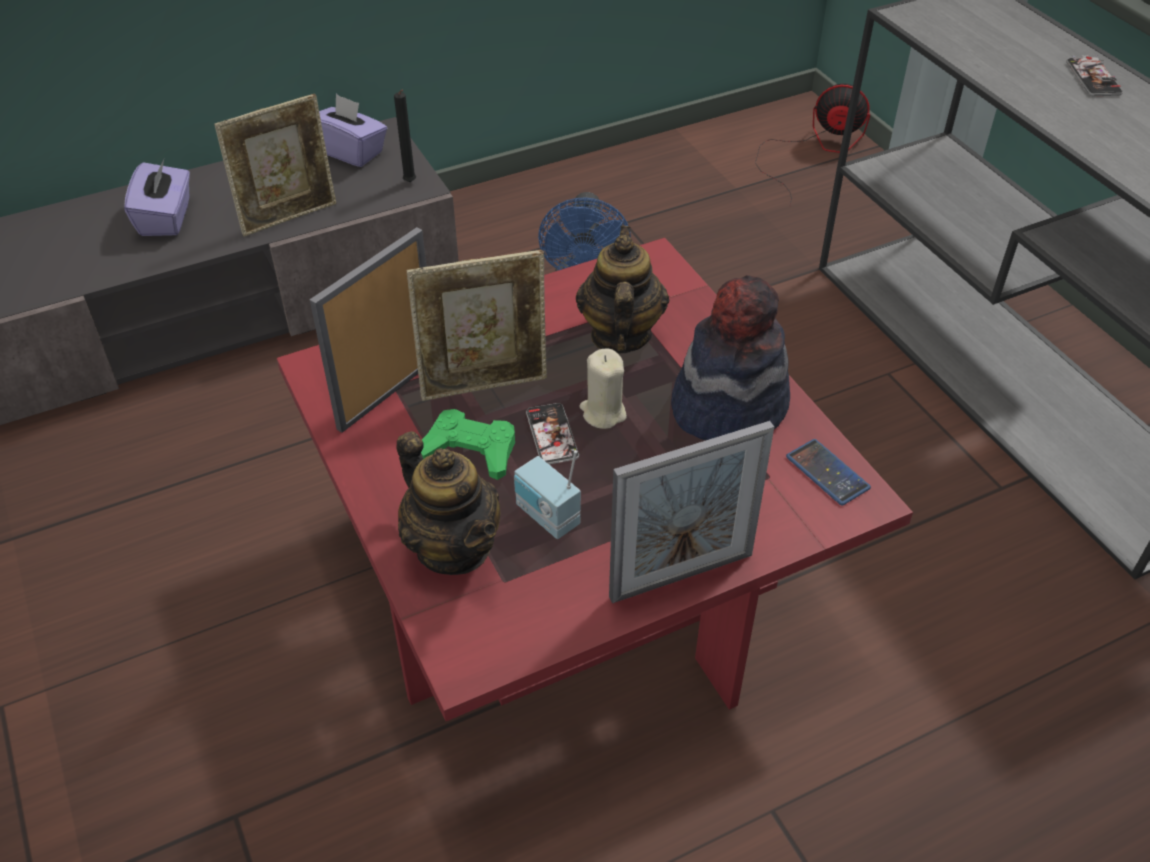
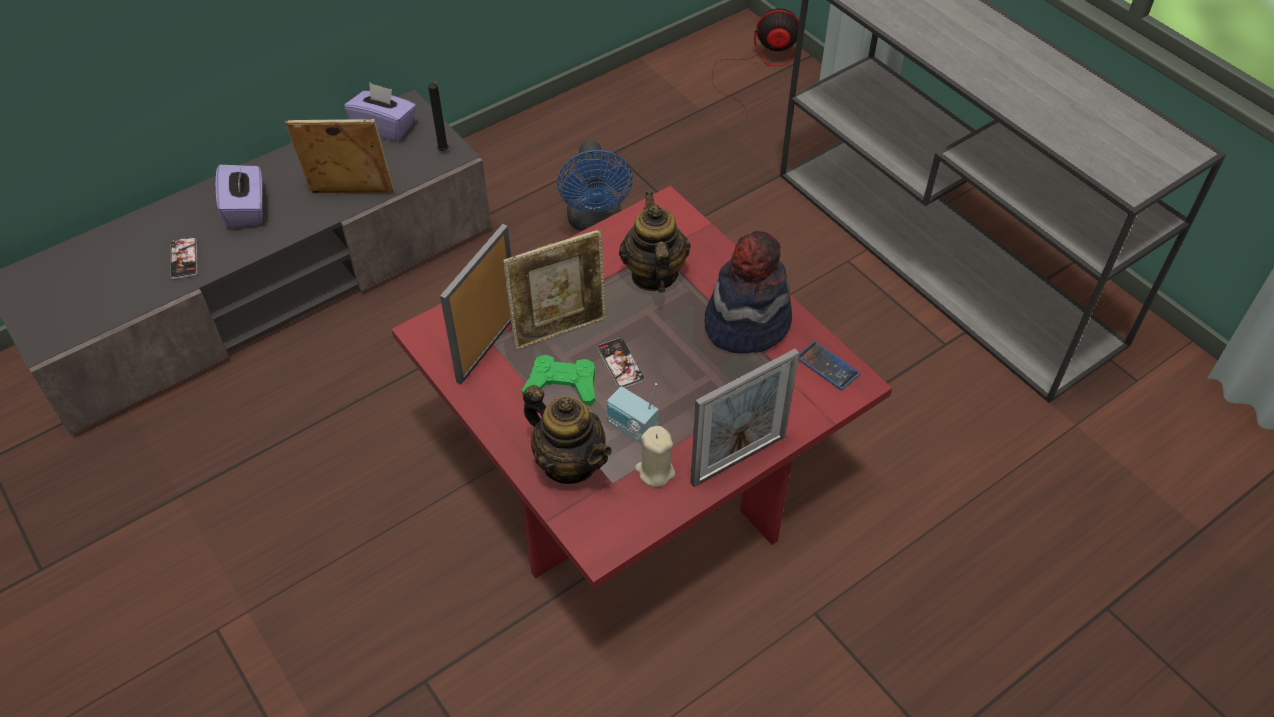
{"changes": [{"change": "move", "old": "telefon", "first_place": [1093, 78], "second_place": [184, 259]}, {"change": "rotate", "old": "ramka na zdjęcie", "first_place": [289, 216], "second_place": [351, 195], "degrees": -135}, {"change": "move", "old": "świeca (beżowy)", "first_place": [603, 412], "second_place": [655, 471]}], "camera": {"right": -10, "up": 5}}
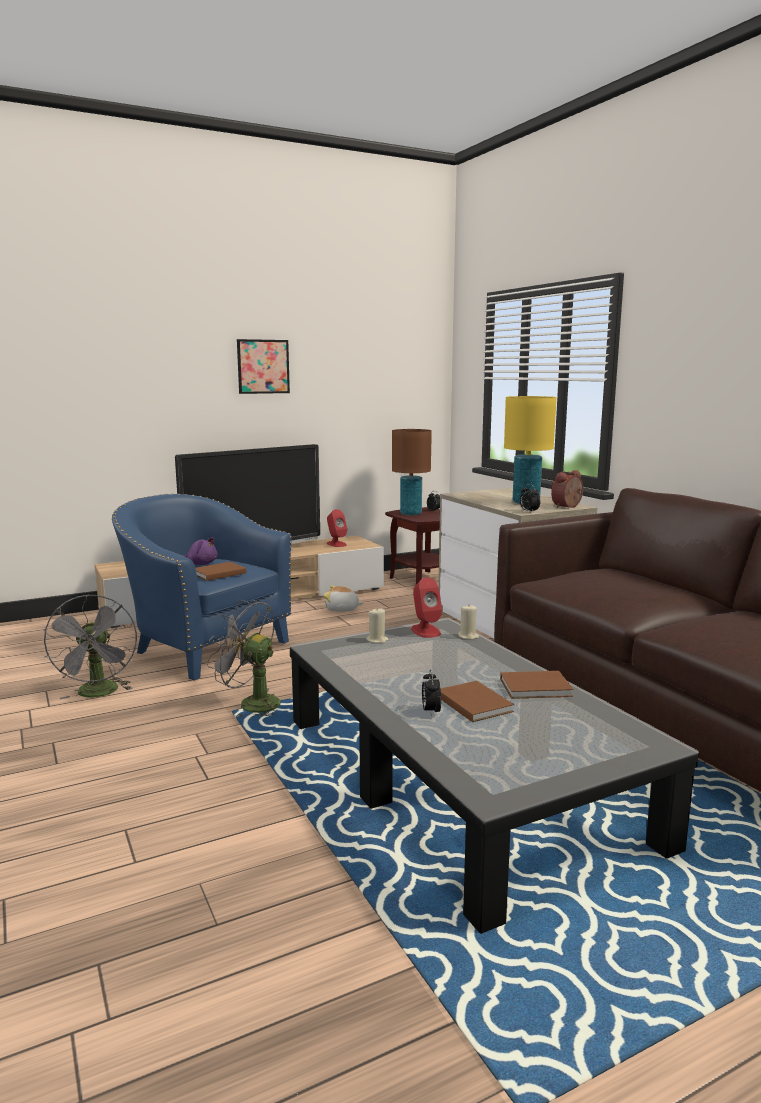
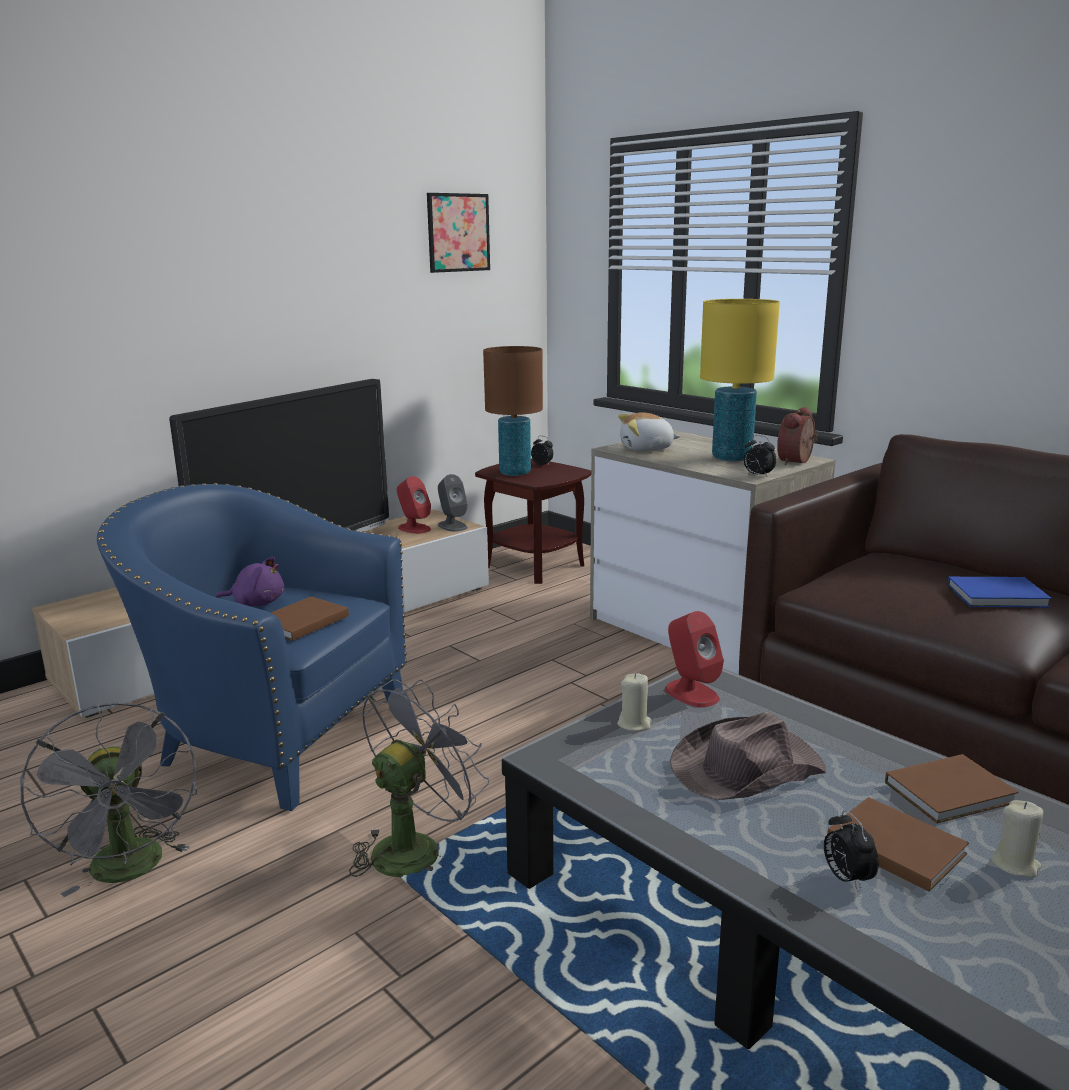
{"changes": [{"change": "move", "old": "obraz", "first_place": [263, 366], "second_place": [458, 232]}, {"change": "move", "old": "pluszak", "first_place": [342, 609], "second_place": [646, 449]}, {"change": "rotate", "old": "wentylator (szary)", "first_place": [251, 704], "second_place": [415, 847], "degrees": 120}, {"change": "move", "old": "świeca (beżowy)", "first_place": [468, 636], "second_place": [1015, 864]}, {"change": "insert", "new": "głośnik (szary)", "second_place": [452, 526]}, {"change": "insert", "new": "książka (niebieski)", "second_place": [999, 596]}, {"change": "insert", "new": "kapelusz (brązowy)", "second_place": [745, 769]}], "camera": {"right": -15, "up": 5}}
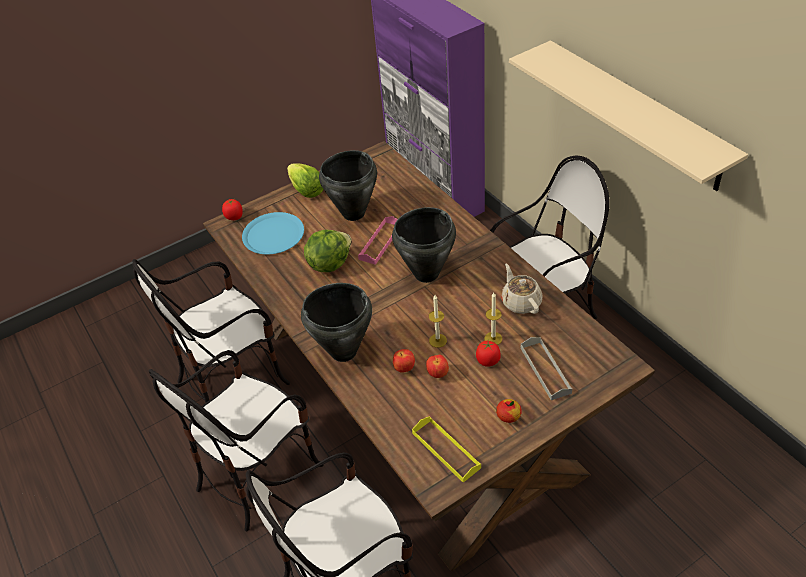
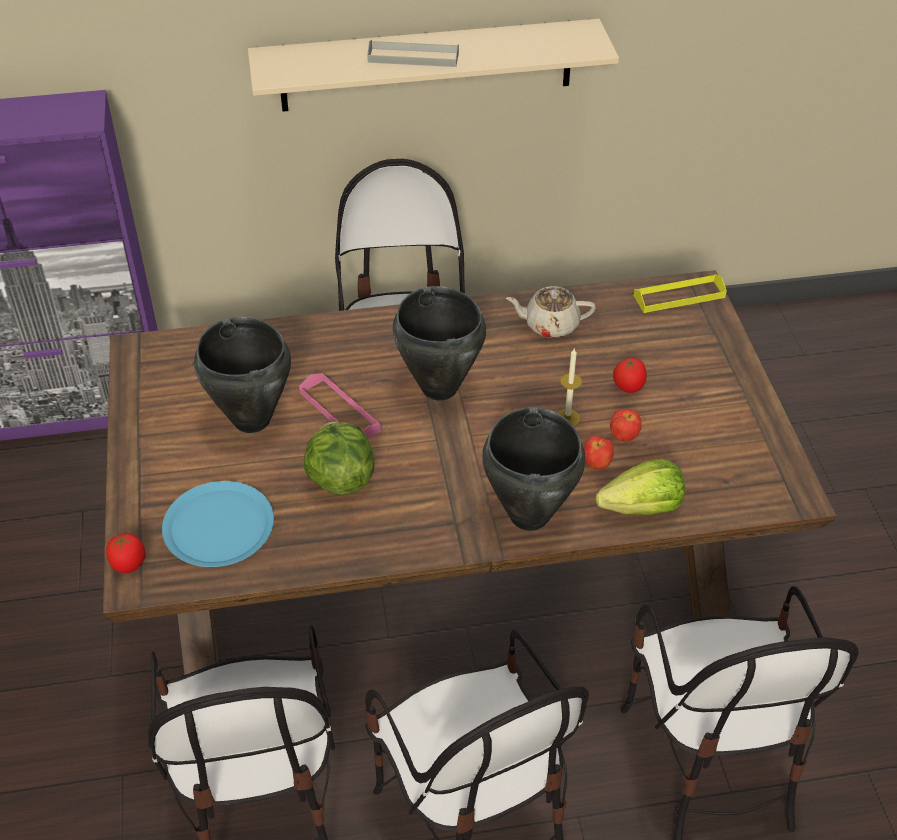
{"changes": [{"change": "move", "old": "sałata", "first_place": [306, 190], "second_place": [642, 508]}, {"change": "delete", "old": "świeca", "first_place": [493, 338]}, {"change": "move", "old": "taca (szary)", "first_place": [545, 370], "second_place": [413, 57]}, {"change": "delete", "old": "jabłko", "first_place": [508, 416]}, {"change": "move", "old": "taca (żółty)", "first_place": [446, 450], "second_place": [679, 296]}], "camera": {"right": -70, "up": 0}}
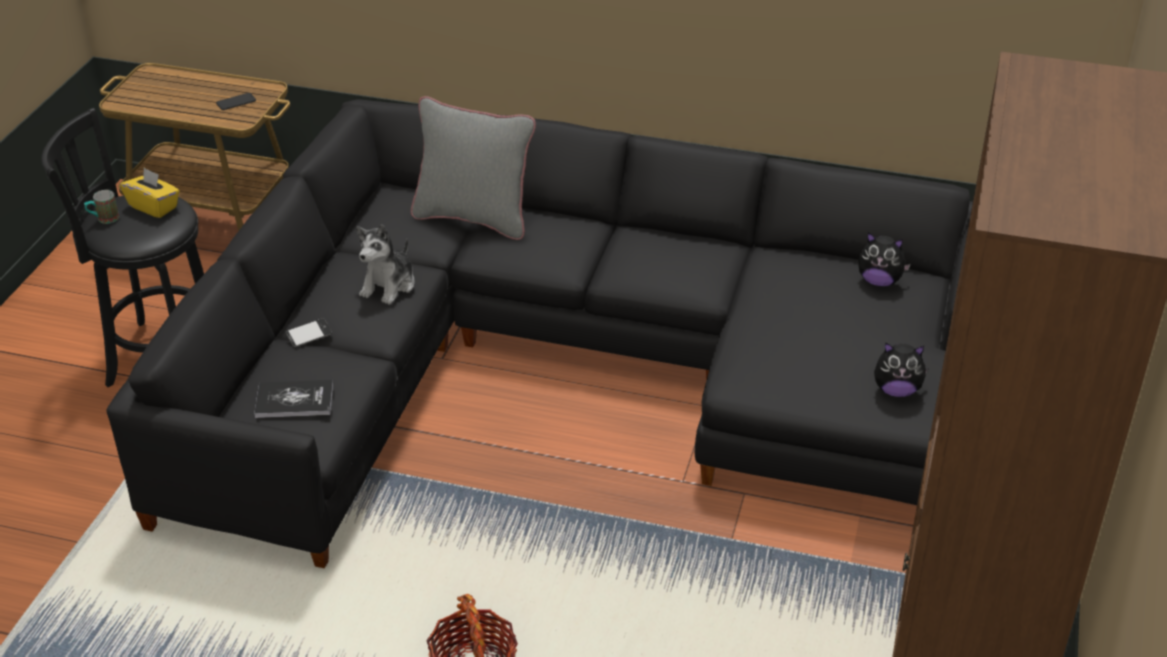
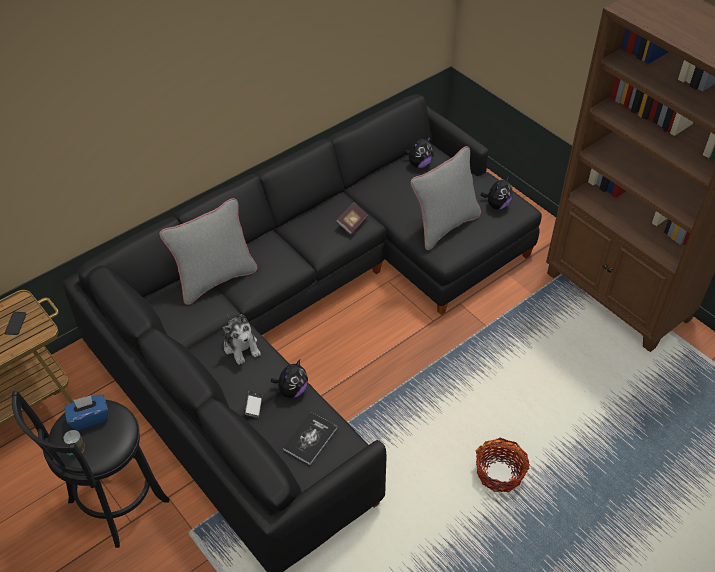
{"changes": [{"change": "recolor", "old": "pudełko chusteczek (żółty)", "new": "pudełko chusteczek (niebieski)", "first_place": [154, 207], "second_place": [89, 418]}, {"change": "insert", "new": "poduszka (szary)", "second_place": [444, 226]}, {"change": "insert", "new": "książka", "second_place": [352, 223]}, {"change": "insert", "new": "pluszak", "second_place": [292, 390]}], "camera": {"right": -55, "up": 10}}
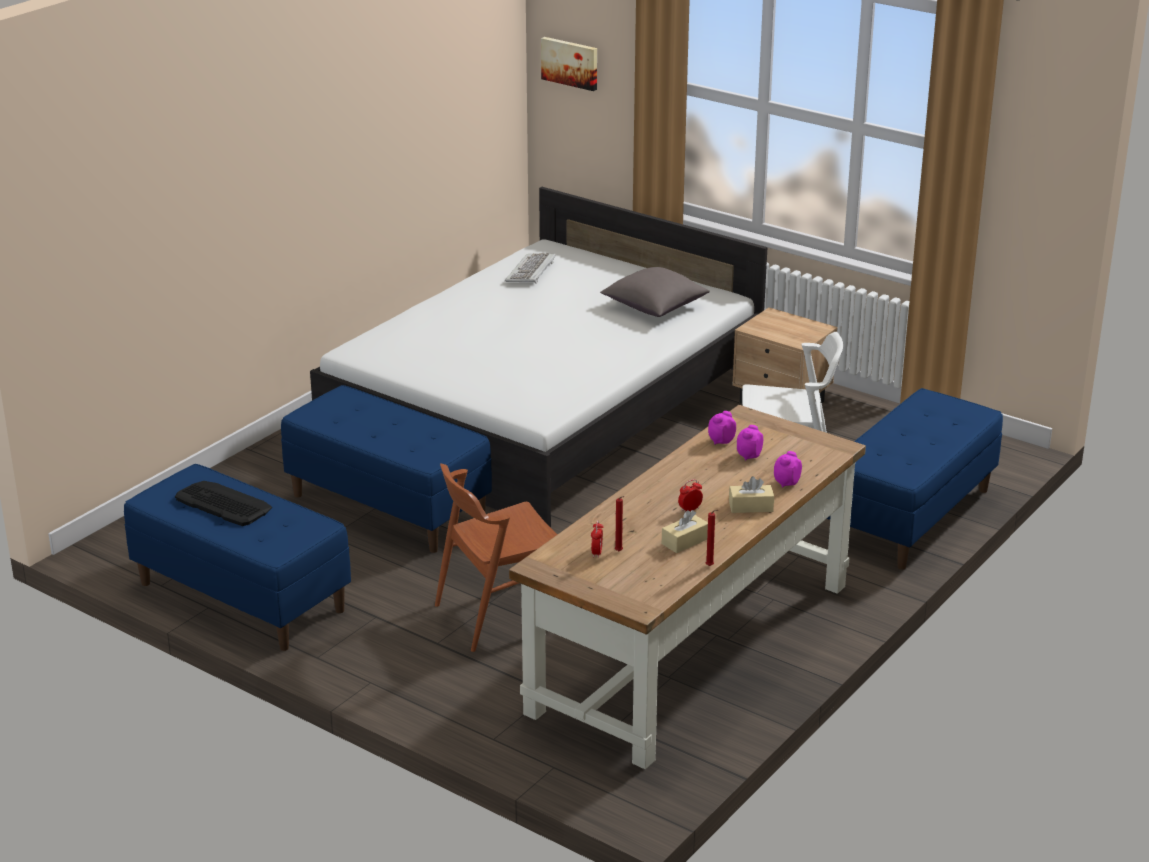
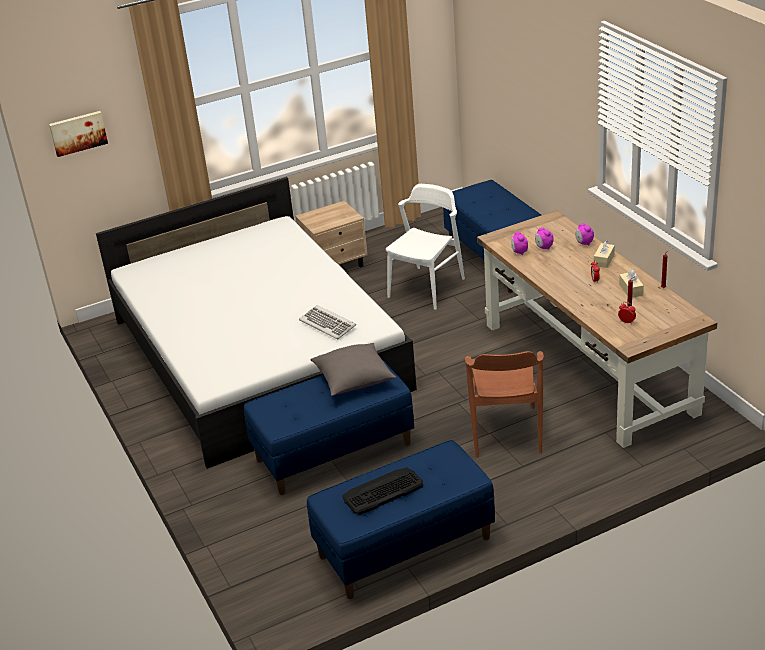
{"changes": [{"change": "move", "old": "klawiatura", "first_place": [531, 271], "second_place": [328, 324]}, {"change": "move", "old": "poduszka (szary)", "first_place": [654, 307], "second_place": [354, 380]}], "camera": {"right": -60, "up": 5}}
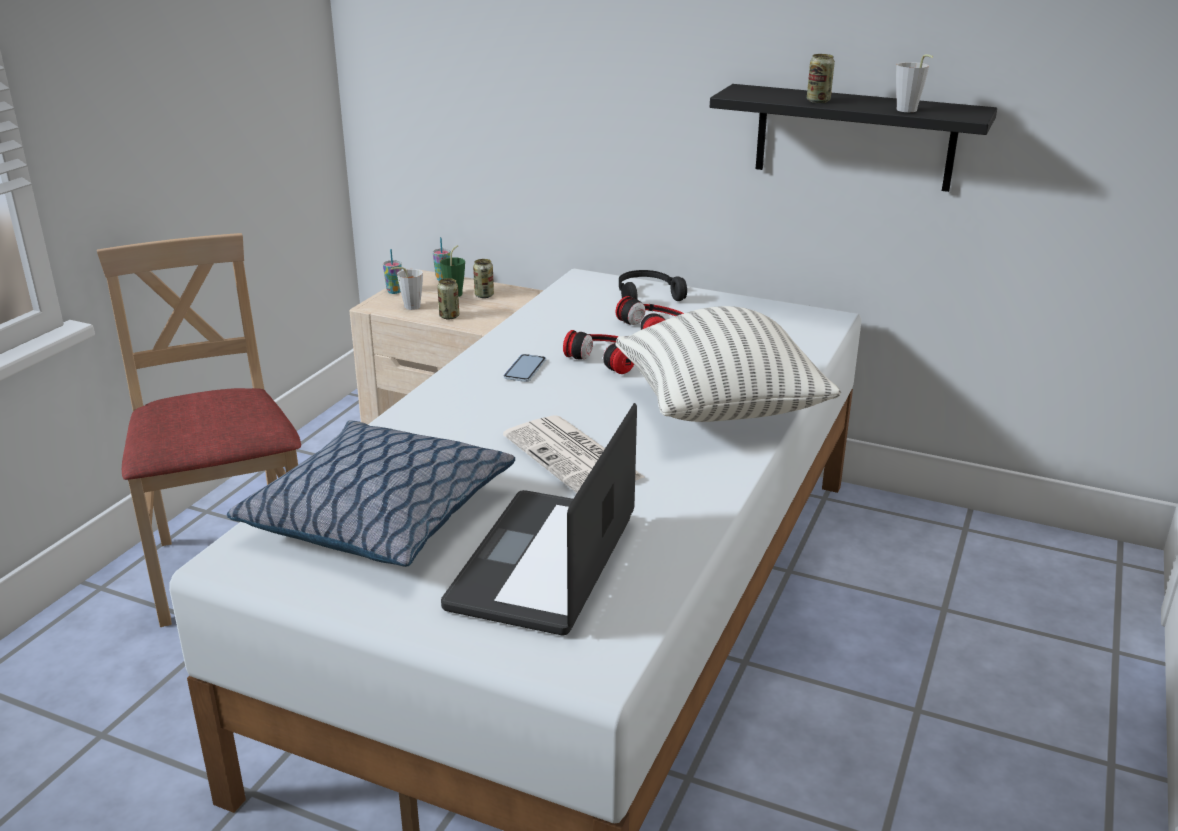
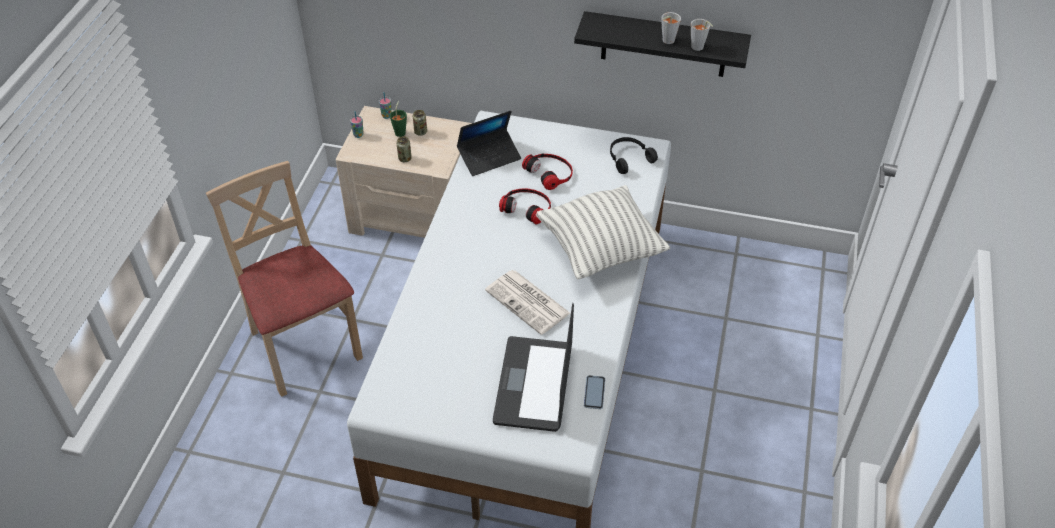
{"changes": [{"change": "delete", "old": "puszka", "first_place": [818, 101]}, {"change": "move", "old": "filiżanka (szary)", "first_place": [408, 307], "second_place": [666, 41]}, {"change": "move", "old": "słuchawki (czarny)", "first_place": [646, 296], "second_place": [629, 158]}, {"change": "move", "old": "telefon", "first_place": [525, 369], "second_place": [594, 393]}, {"change": "delete", "old": "poduszka", "first_place": [378, 515]}, {"change": "insert", "new": "laptop", "second_place": [489, 157]}], "camera": {"right": -10, "up": 20}}
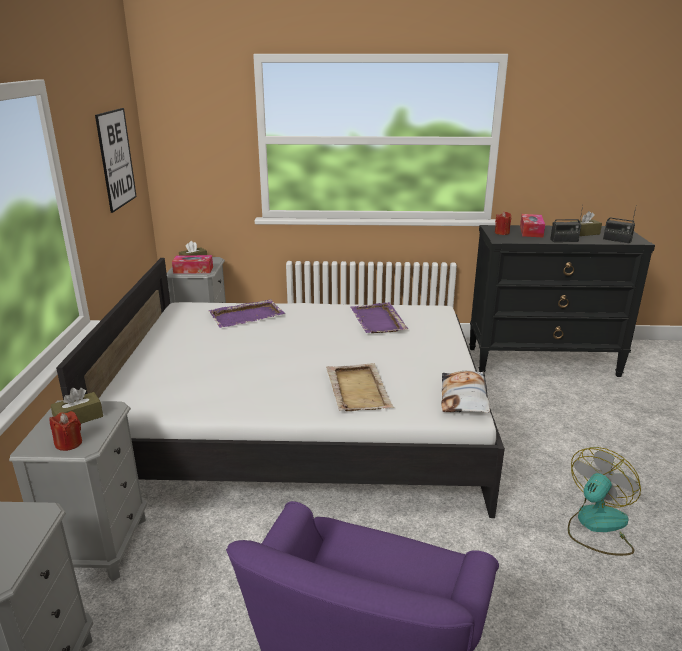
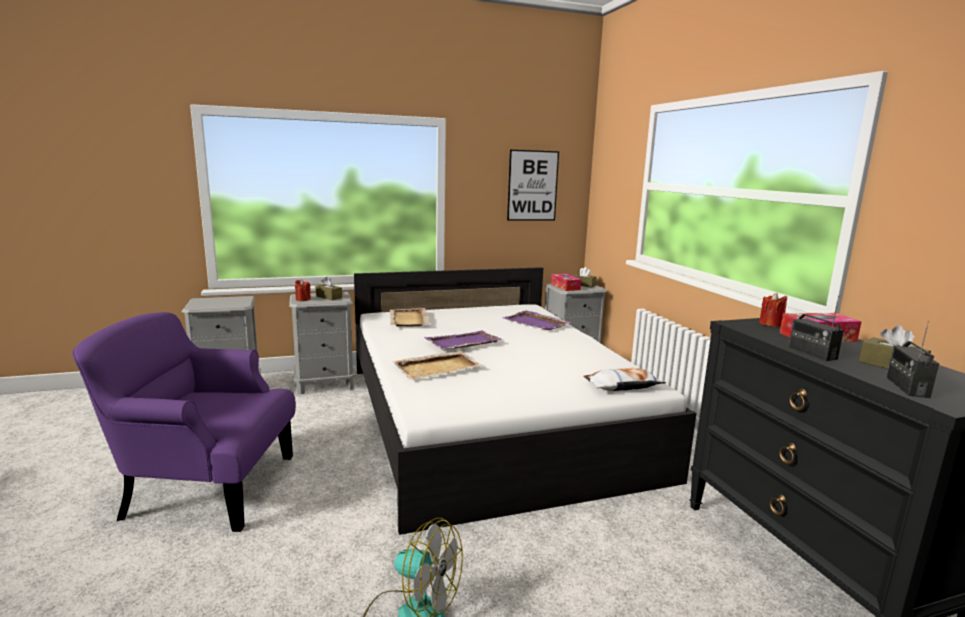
{"changes": [{"change": "move", "old": "taca (fioletowy)", "first_place": [378, 321], "second_place": [462, 342]}, {"change": "move", "old": "poduszka", "first_place": [464, 397], "second_place": [622, 386]}, {"change": "insert", "new": "taca (beżowy)", "second_place": [408, 319]}], "camera": {"right": 70, "up": -10}}
